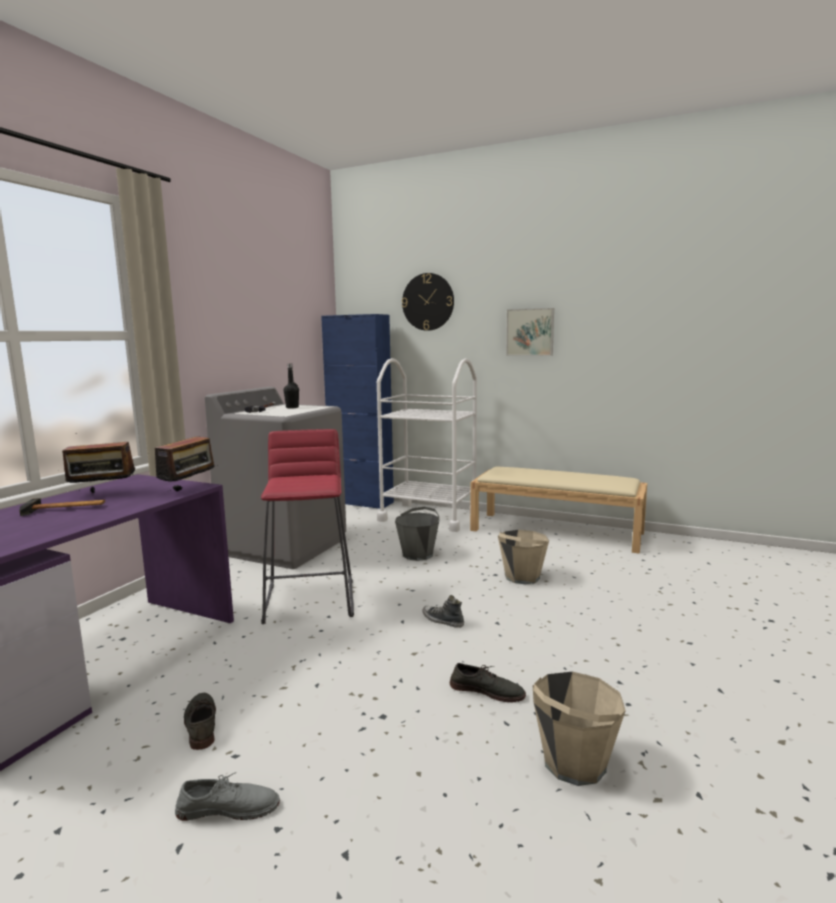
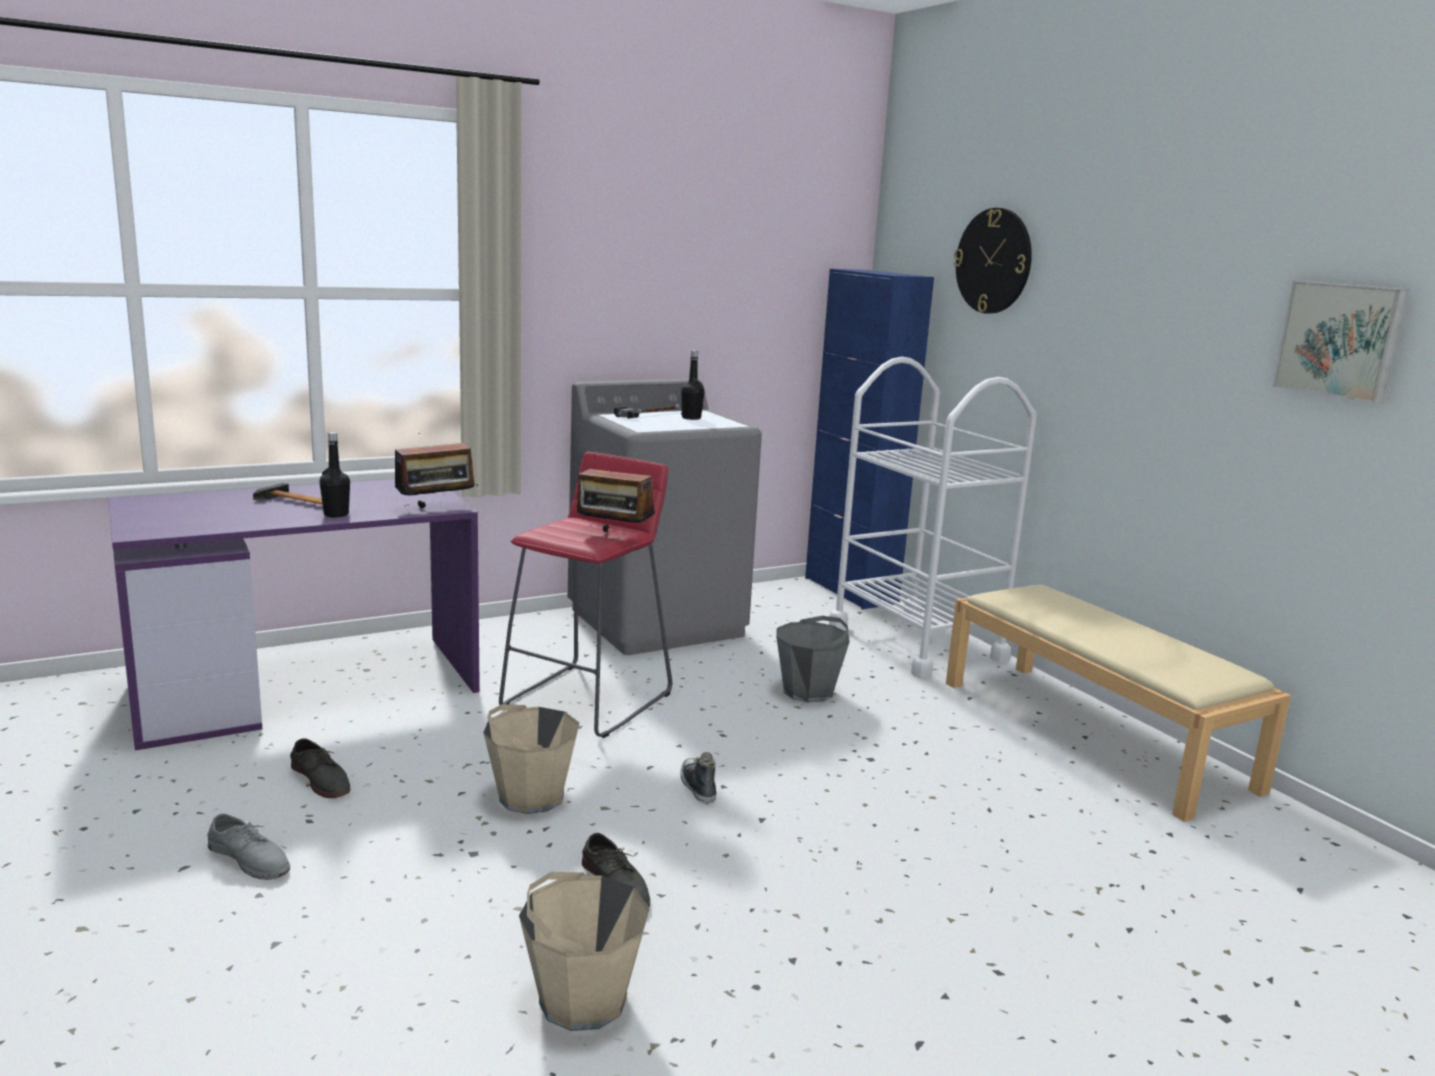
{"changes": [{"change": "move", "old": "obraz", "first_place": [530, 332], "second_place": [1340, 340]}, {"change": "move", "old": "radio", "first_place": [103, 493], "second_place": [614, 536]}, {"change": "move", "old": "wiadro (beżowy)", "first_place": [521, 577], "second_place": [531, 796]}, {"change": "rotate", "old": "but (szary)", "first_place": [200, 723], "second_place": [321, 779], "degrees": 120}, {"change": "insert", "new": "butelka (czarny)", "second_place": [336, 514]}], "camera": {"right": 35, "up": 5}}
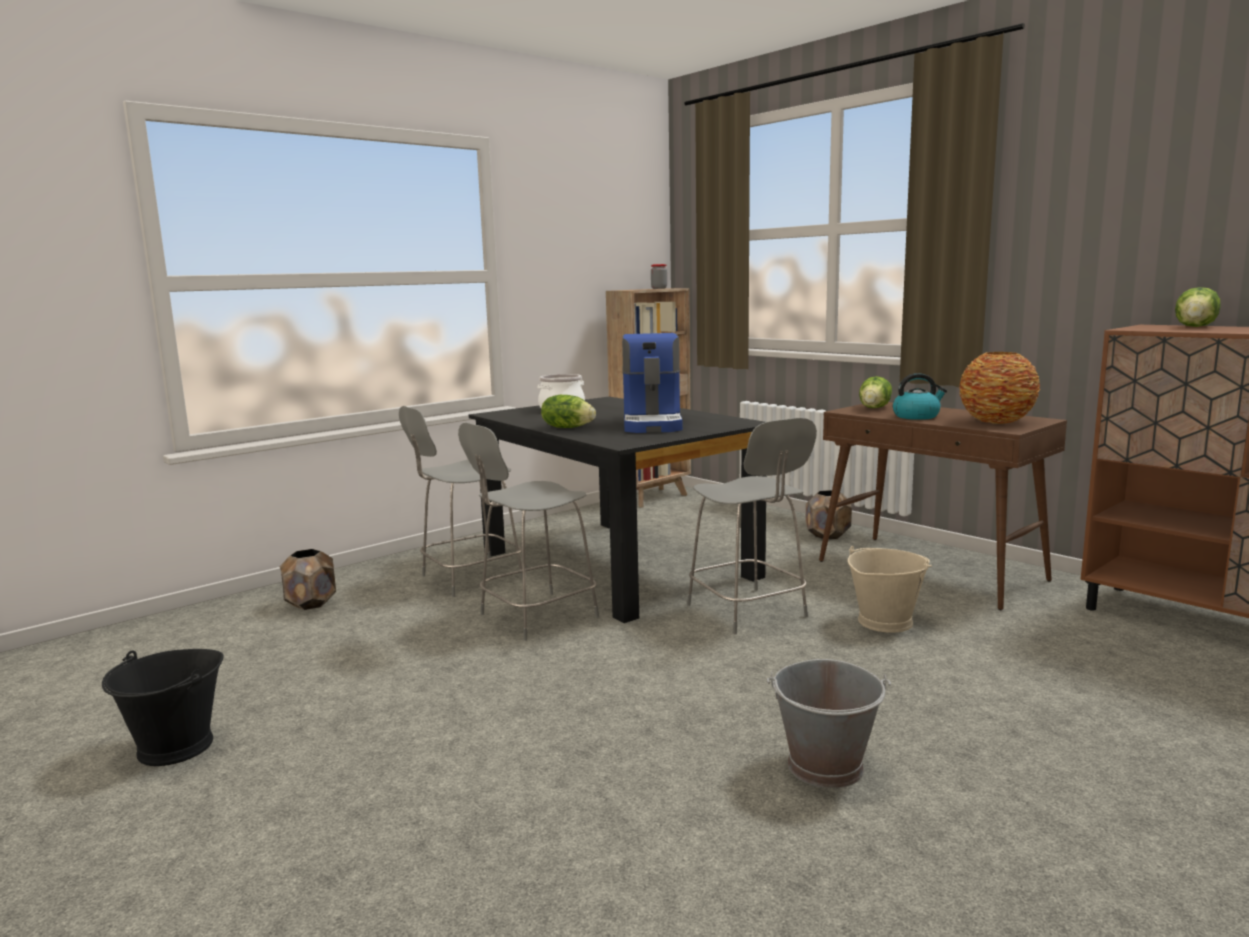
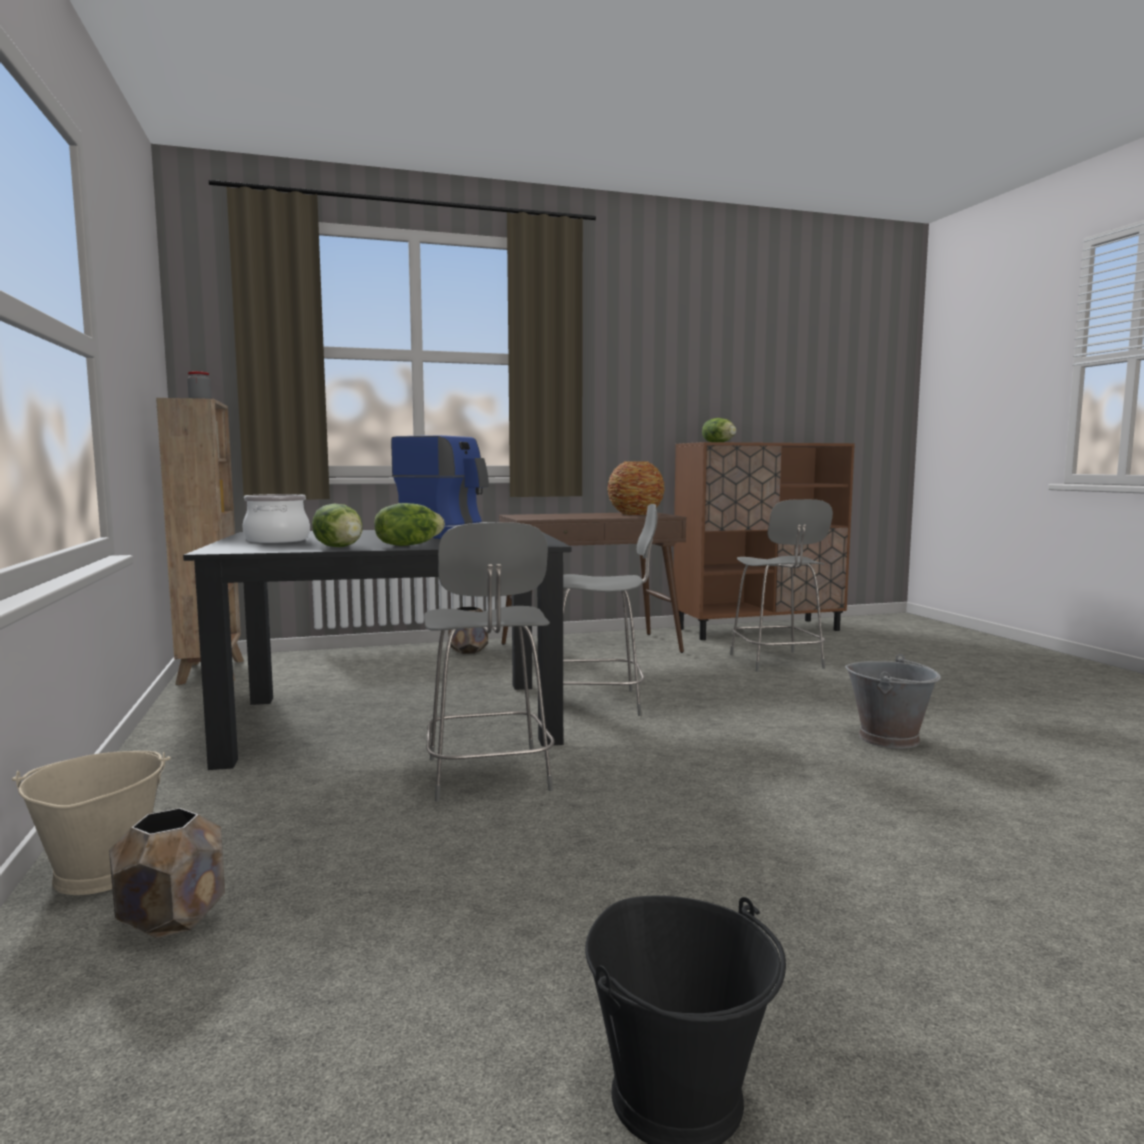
{"changes": [{"change": "delete", "old": "czajnik", "first_place": [916, 416]}, {"change": "move", "old": "sałata", "first_place": [875, 408], "second_place": [340, 547]}, {"change": "move", "old": "krzesło (szary)", "first_place": [468, 578], "second_place": [777, 662]}, {"change": "move", "old": "wiadro (beżowy)", "first_place": [884, 621], "second_place": [100, 872]}], "camera": {"right": -65, "up": -5}}
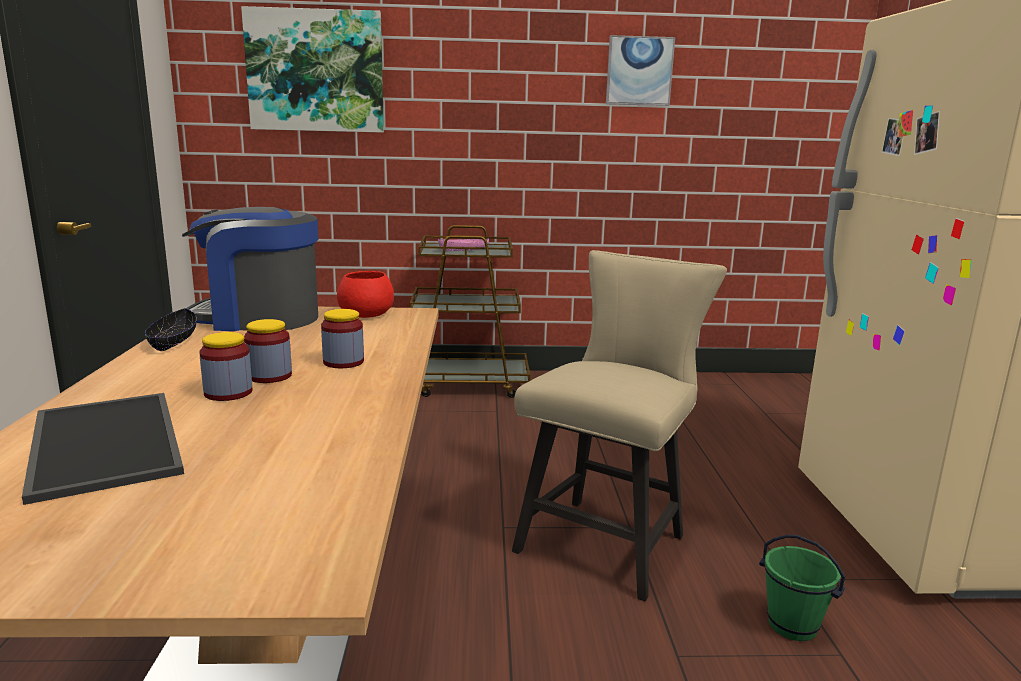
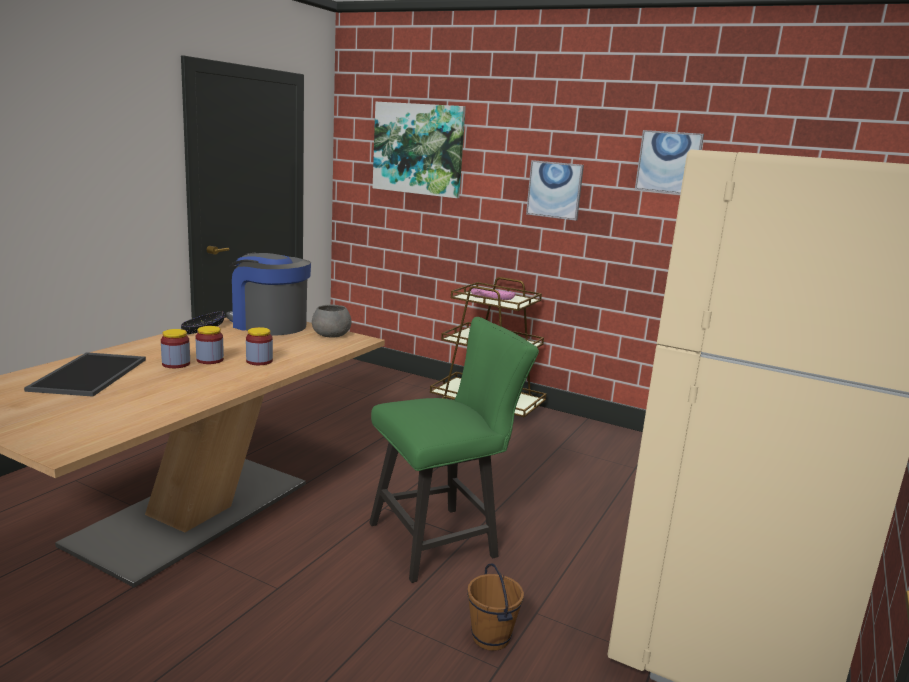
{"changes": [{"change": "recolor", "old": "krzesło (beżowy)", "new": "krzesło (zielony)", "first_place": [608, 539], "second_place": [442, 539]}, {"change": "recolor", "old": "miska (czerwony)", "new": "miska (szary)", "first_place": [367, 314], "second_place": [332, 335]}, {"change": "recolor", "old": "wiadro (zielony)", "new": "wiadro (brązowy)", "first_place": [793, 625], "second_place": [491, 638]}, {"change": "insert", "new": "obraz", "second_place": [554, 190]}], "camera": {"right": 30, "up": 0}}
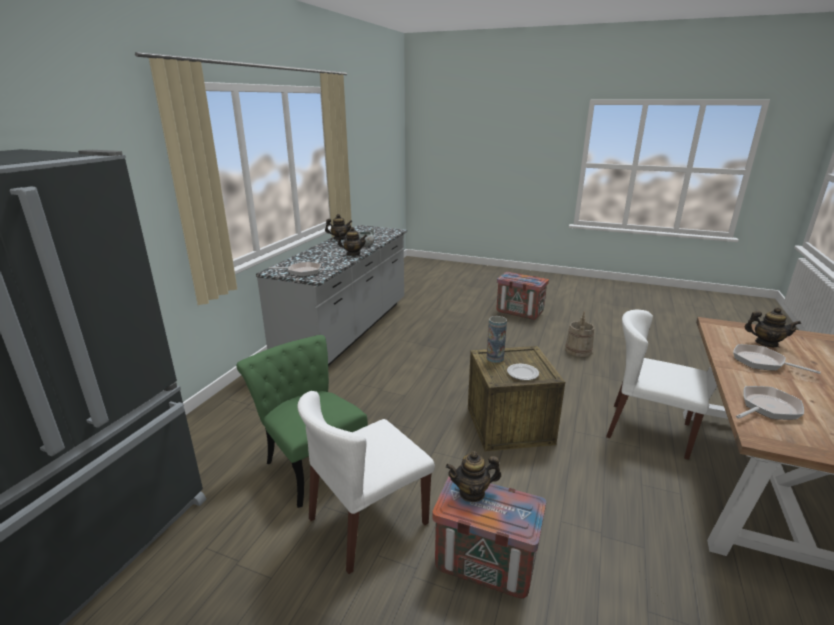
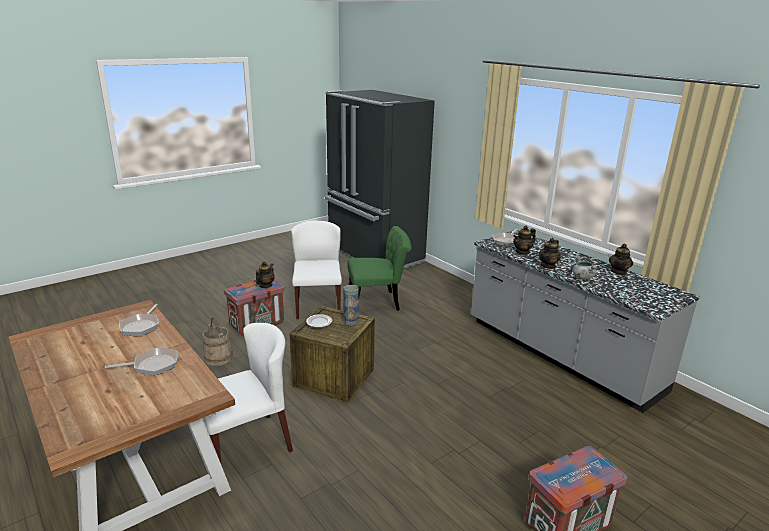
{"changes": [{"change": "move", "old": "imbryk", "first_place": [766, 343], "second_place": [522, 252]}, {"change": "move", "old": "wiadro (beżowy)", "first_place": [578, 350], "second_place": [218, 358]}], "camera": {"right": 120, "up": 0}}
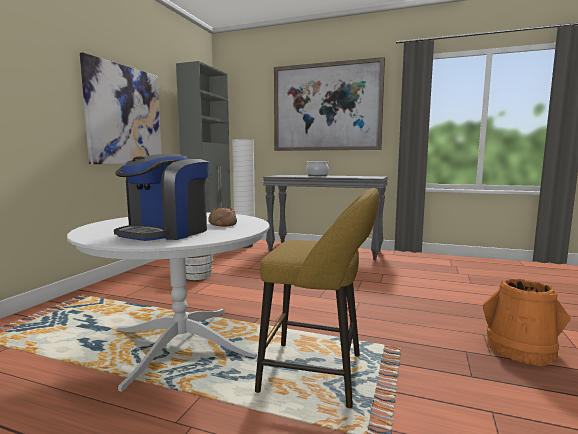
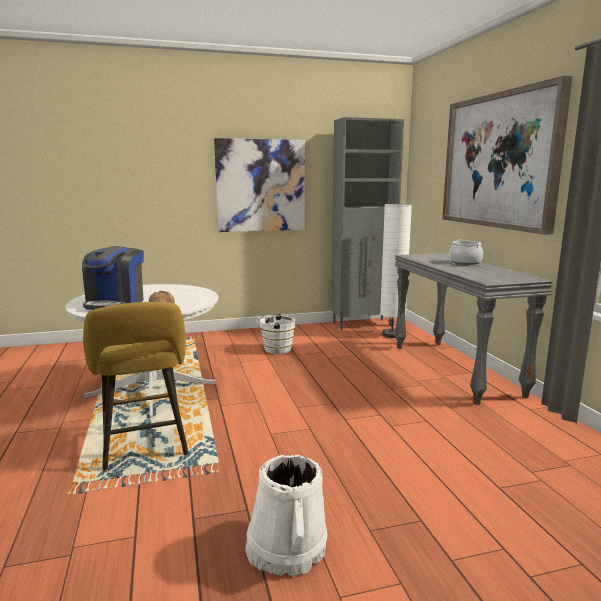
{"changes": [{"change": "rotate", "old": "ekspres do kawy", "first_place": [166, 232], "second_place": [115, 303], "degrees": -75}, {"change": "recolor", "old": "wiadro (pomarańczowy)", "new": "wiadro (biały)", "first_place": [520, 349], "second_place": [287, 547]}], "camera": {"right": 55, "up": 5}}
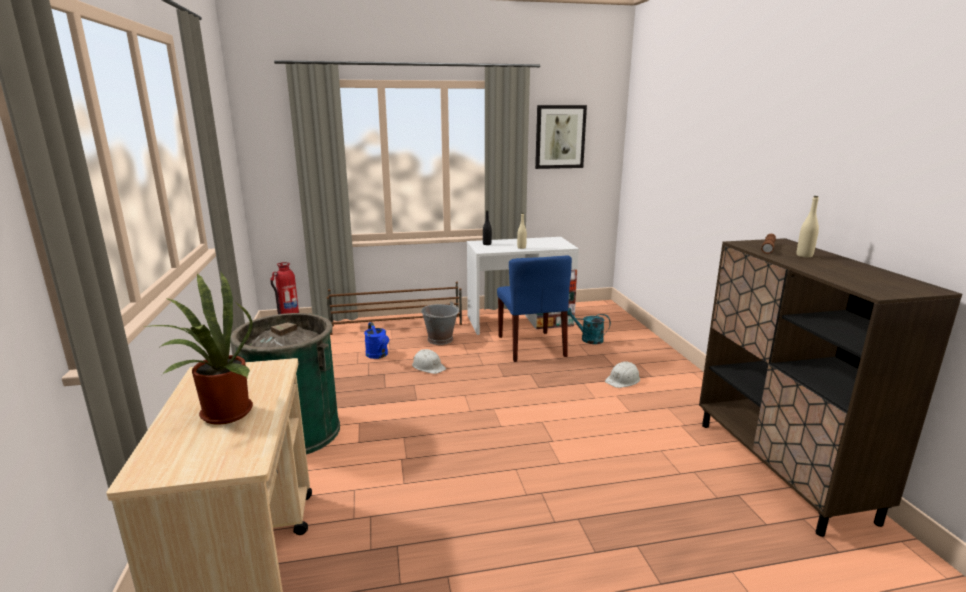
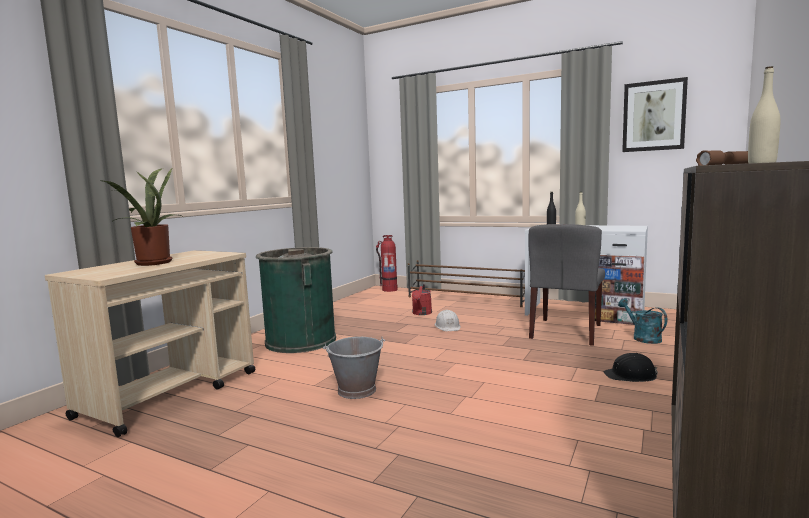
{"changes": [{"change": "recolor", "old": "krzesło (niebieski)", "new": "krzesło (szary)", "first_place": [531, 346], "second_place": [566, 331]}, {"change": "move", "old": "wiadro (szary)", "first_place": [440, 339], "second_place": [357, 390]}, {"change": "recolor", "old": "konewka (niebieski)", "new": "konewka (czerwony)", "first_place": [378, 355], "second_place": [421, 313]}, {"change": "recolor", "old": "kask (biały)", "new": "kask (czarny)", "first_place": [623, 380], "second_place": [631, 375]}], "camera": {"right": 40, "up": -10}}
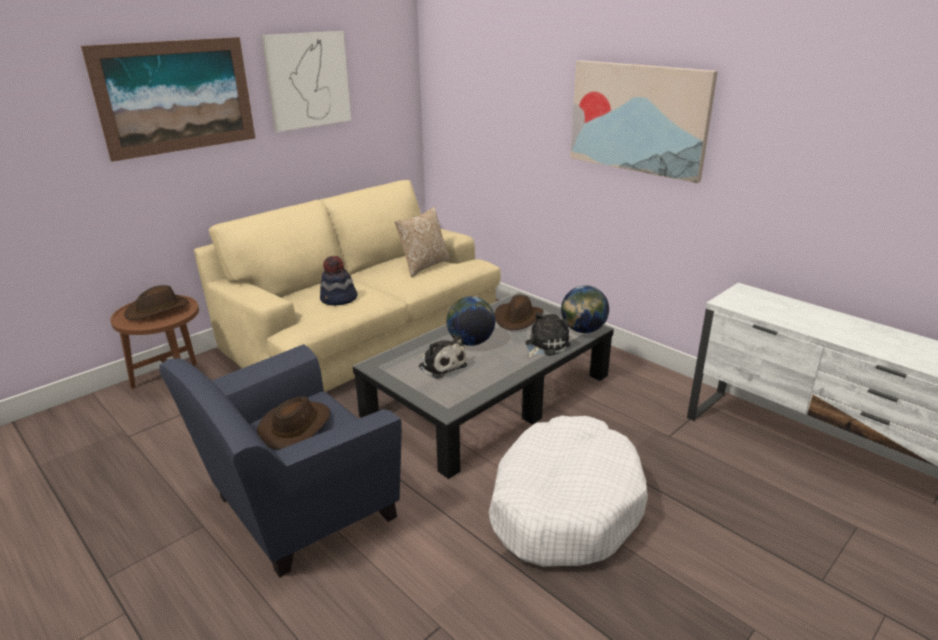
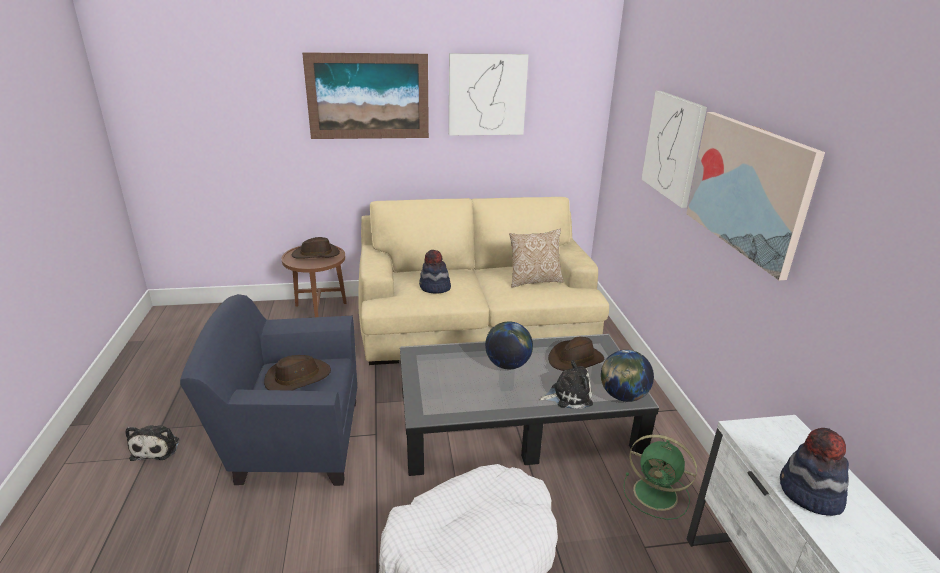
{"changes": [{"change": "move", "old": "pluszak", "first_place": [441, 365], "second_place": [157, 447]}, {"change": "insert", "new": "obraz", "second_place": [673, 147]}, {"change": "insert", "new": "kapelusz", "second_place": [809, 494]}, {"change": "insert", "new": "wentylator (zielony)", "second_place": [657, 494]}], "camera": {"right": 35, "up": 0}}
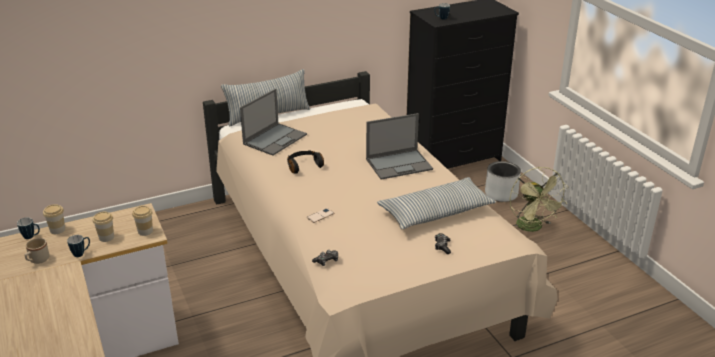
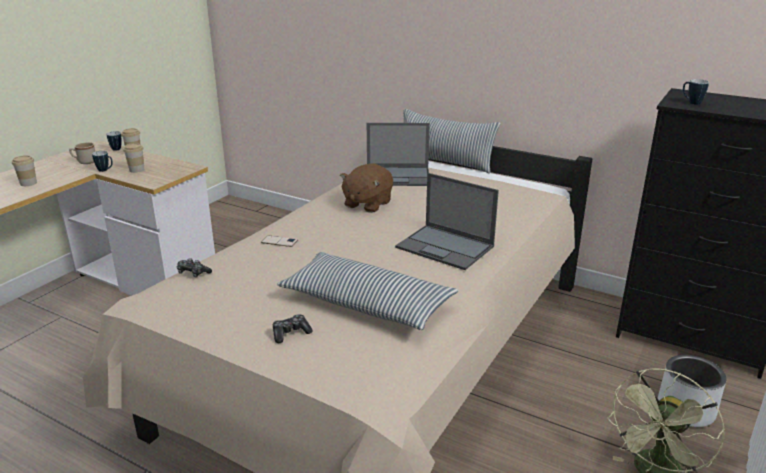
{"changes": [{"change": "replace", "old": "słuchawki (czarny)", "new": "pluszak (brązowy)", "first_place": [304, 166], "second_place": [367, 204]}, {"change": "move", "old": "filiżanka", "first_place": [145, 231], "second_place": [28, 183]}], "camera": {"right": 55, "up": -5}}
